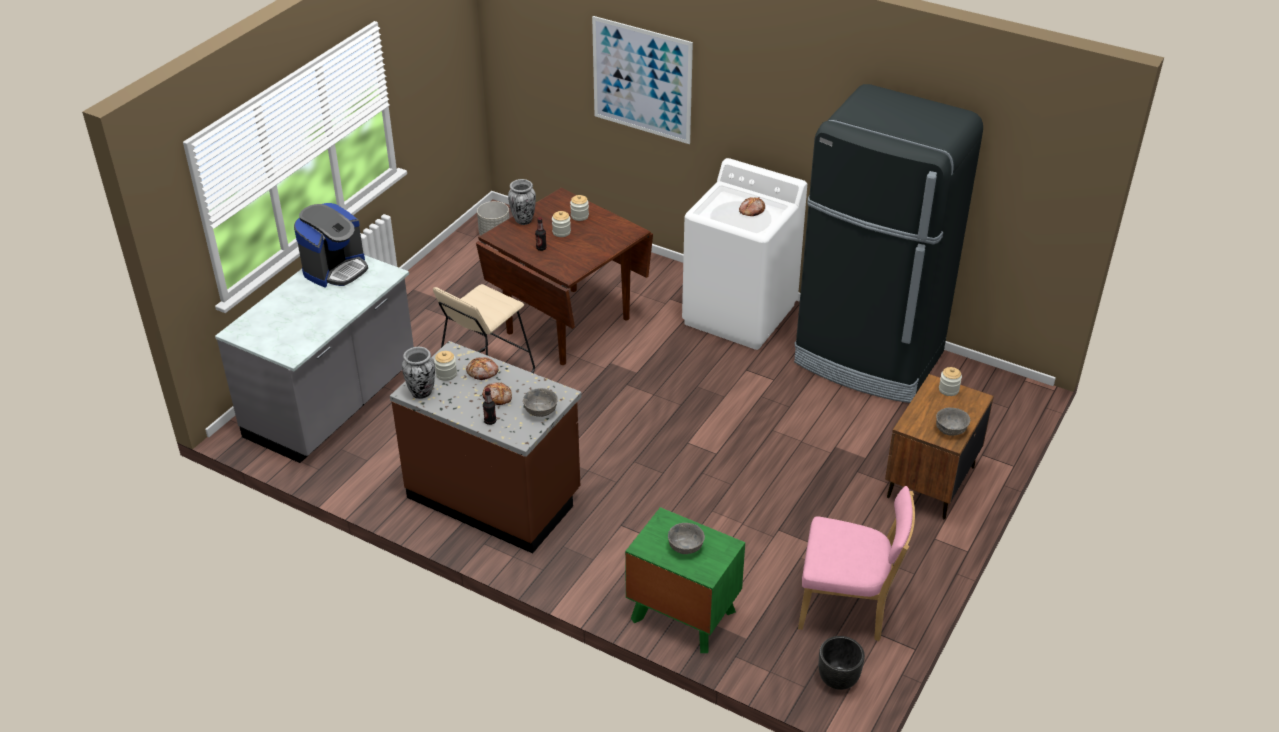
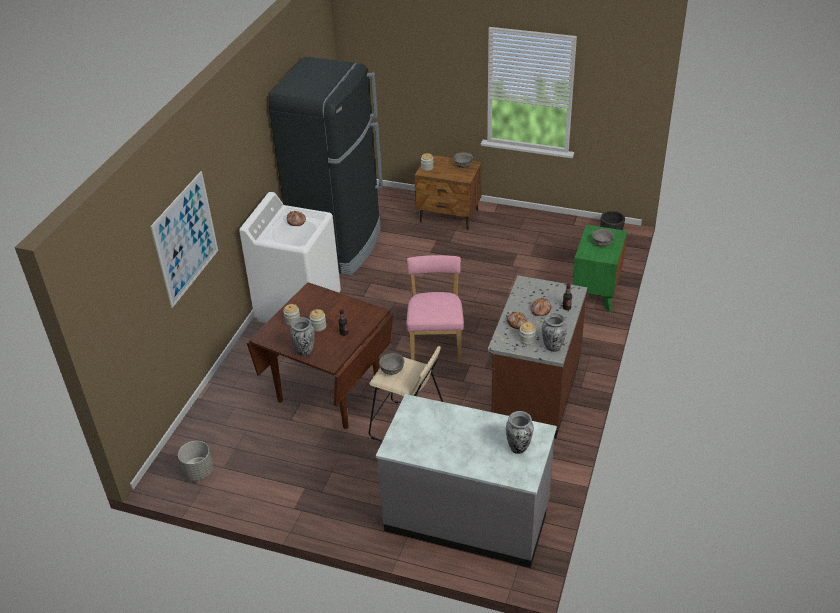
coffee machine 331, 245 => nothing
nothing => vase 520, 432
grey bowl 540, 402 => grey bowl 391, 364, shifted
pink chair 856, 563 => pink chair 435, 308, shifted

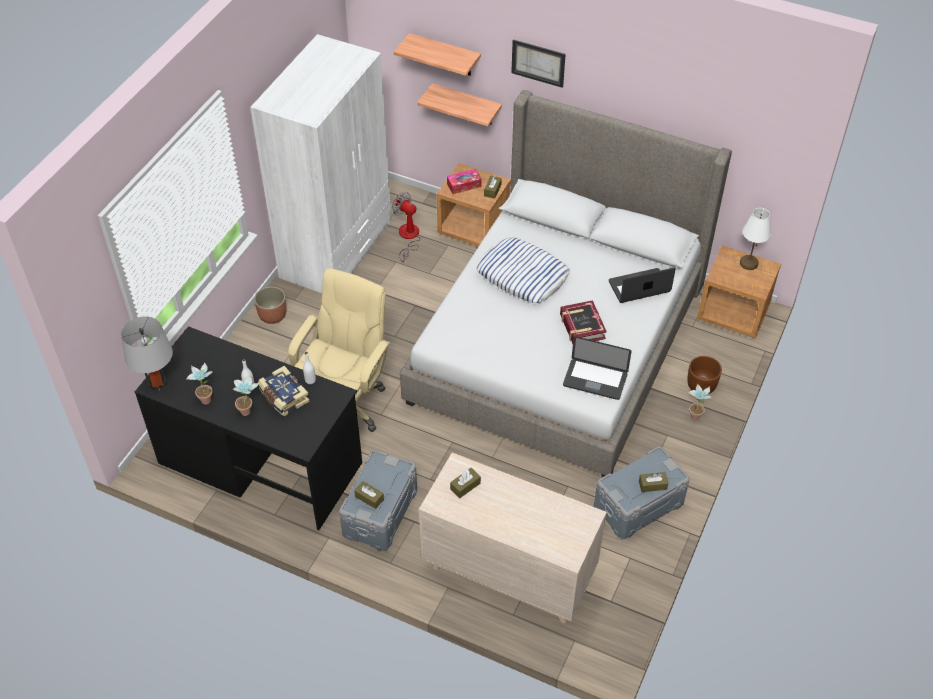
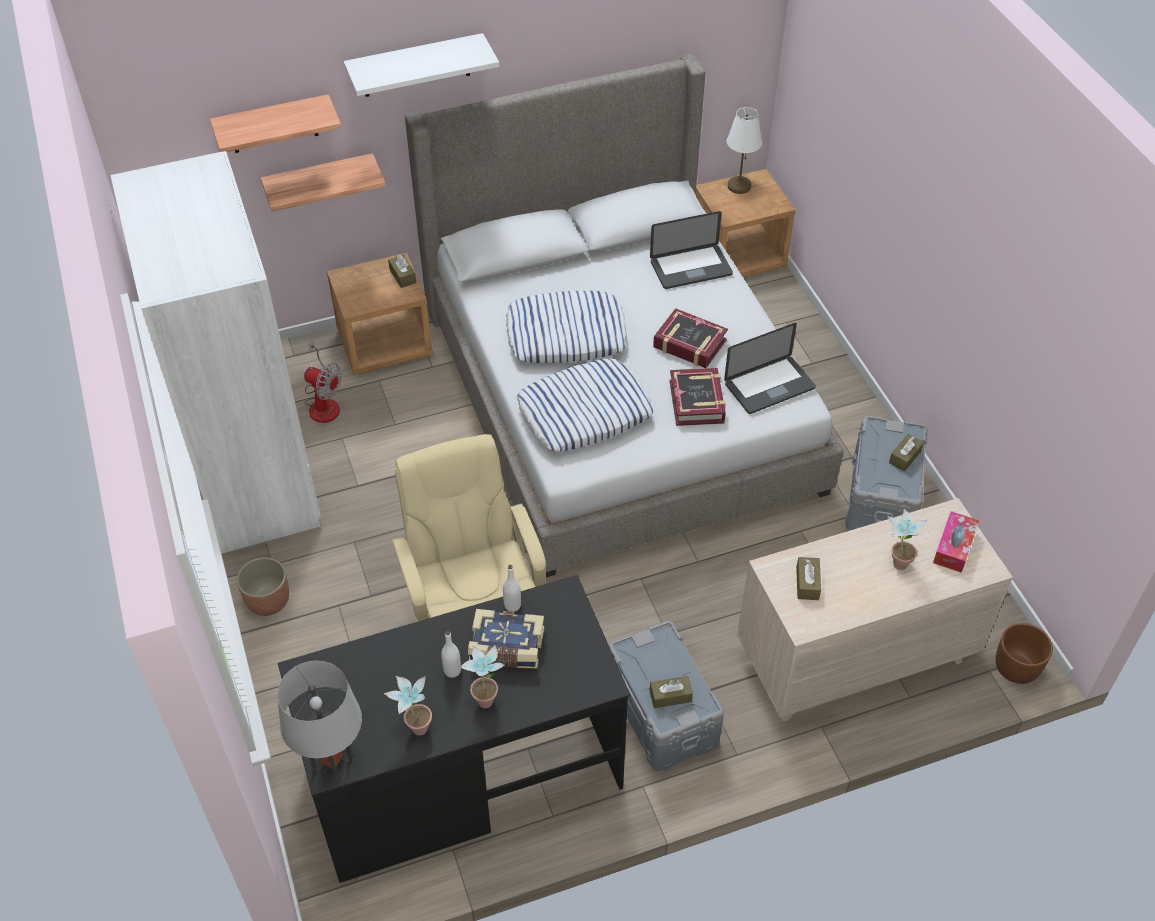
nothing => pillow 585, 405
nothing => book 698, 397
tissue box 464, 181 => tissue box 956, 542, shifted
brown planter 704, 375 => brown planter 1024, 653, shifted
potted plant 700, 402 => potted plant 907, 539, shifted
picture 538, 63 => white shelf 421, 65
fan 406, 227 => fan 322, 381, 150 degrees counterclockwise
laptop 642, 285 => laptop 691, 250, 135 degrees counterclockwise

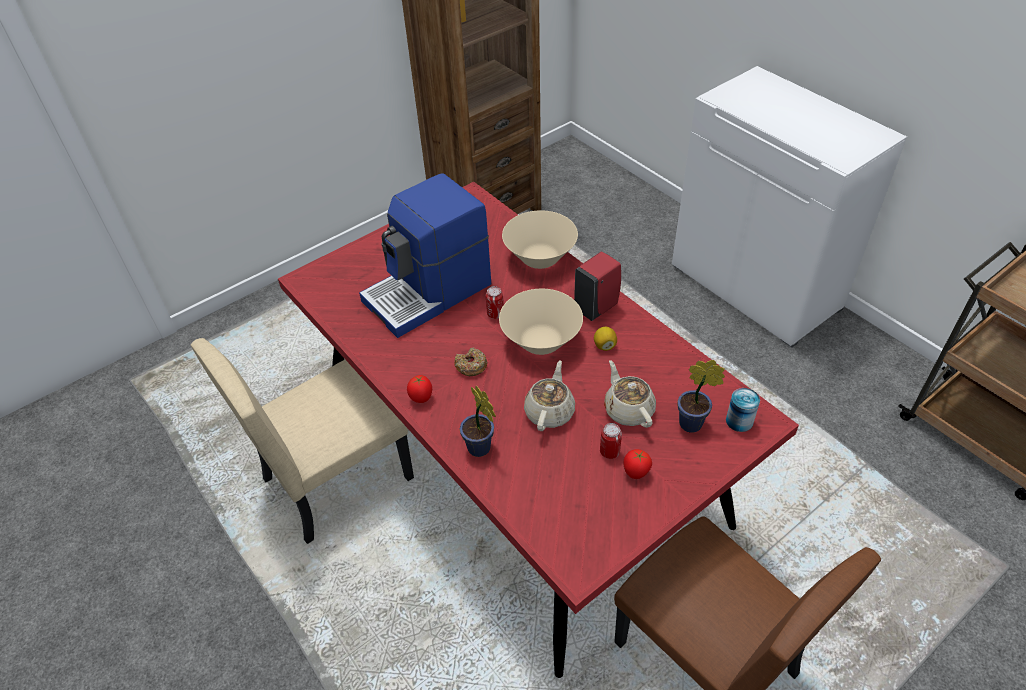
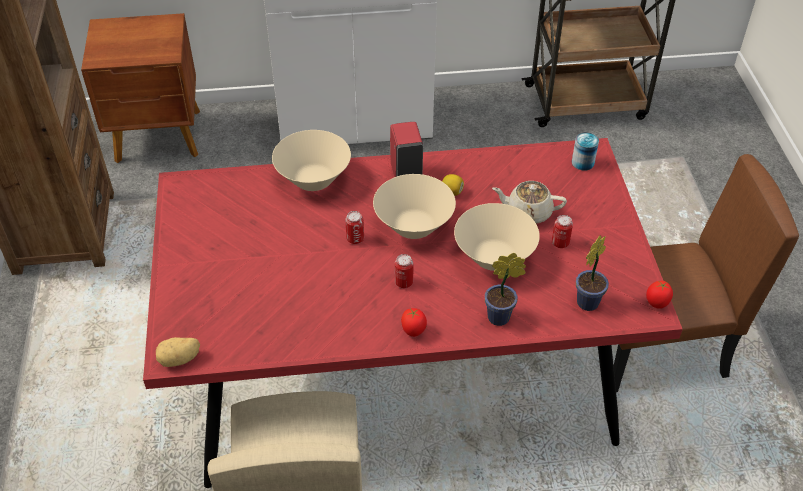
coffee machine 425, 255 => nothing
nothing => brown nightstand 140, 88
nothing => potato 178, 352
tomato 637, 464 => tomato 659, 295, shifted
potted plant 701, 396 => potted plant 592, 273, shifted
donut 470, 362 => can 404, 271
beige teapot 549, 395 => beige bowl 497, 237

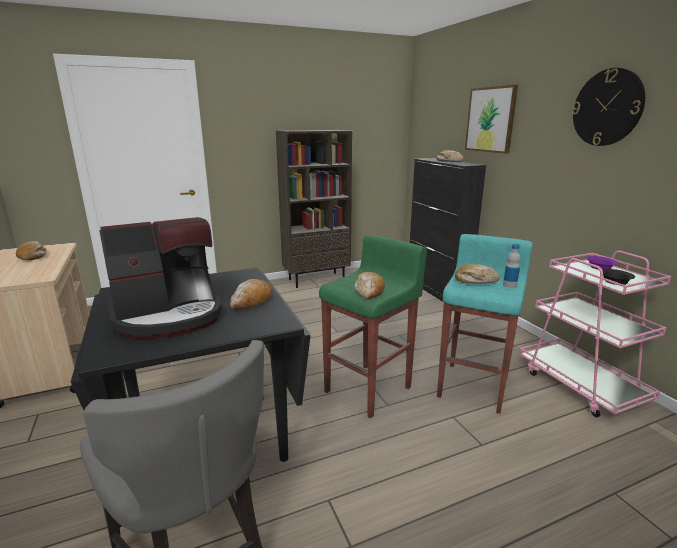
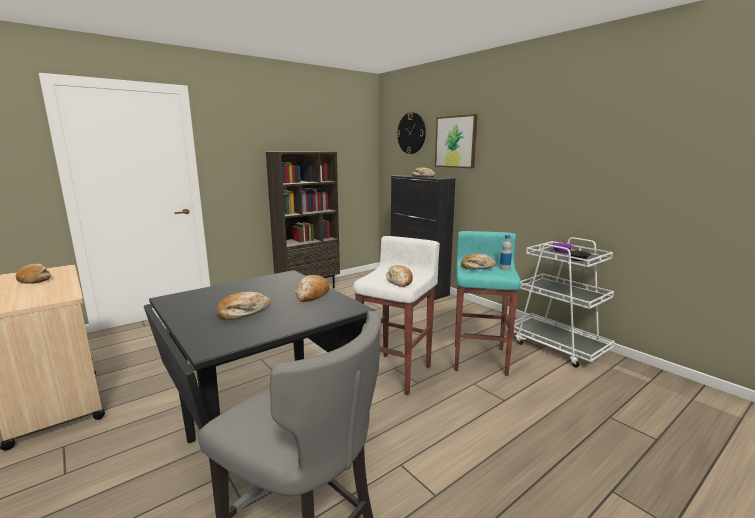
wall clock 608, 107 => wall clock 411, 133, shifted
coffee machine 160, 278 => bread 243, 306
green stool 373, 326 => white stool 396, 315
pink cart 595, 334 => white cart 561, 302

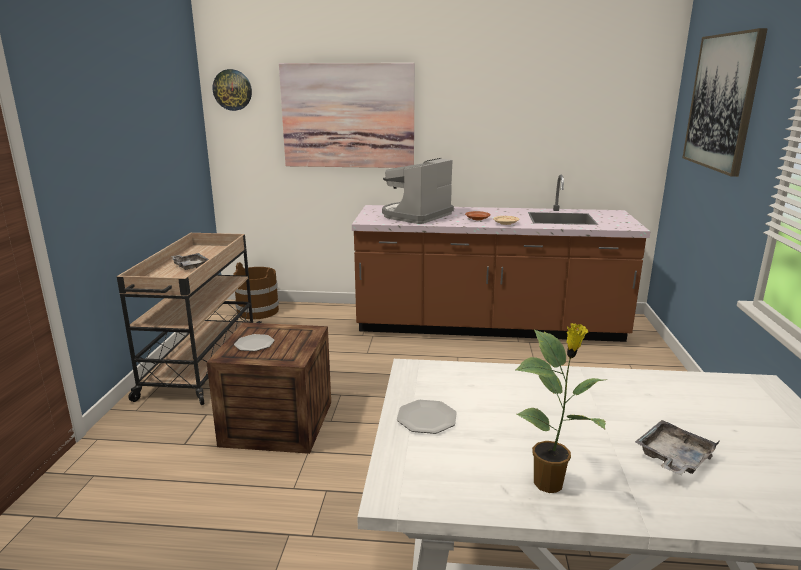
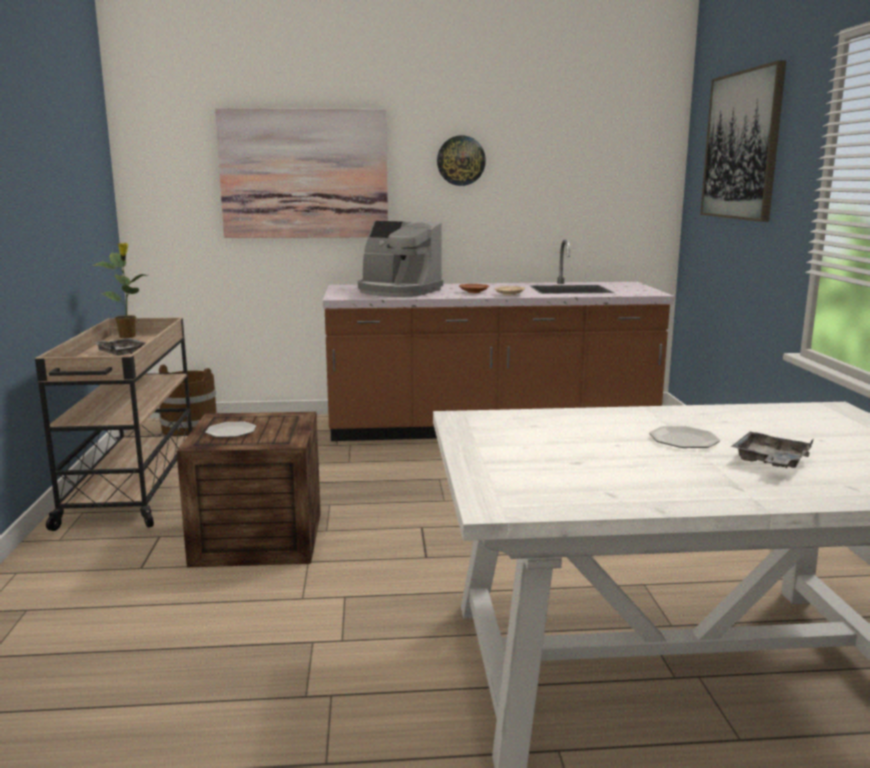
wall clock 232, 90 => wall clock 461, 160, shifted
plate 427, 417 => plate 684, 437, shifted
potted plant 561, 408 => potted plant 120, 290, shifted
coffee machine 418, 191 => coffee machine 400, 259, 90 degrees counterclockwise

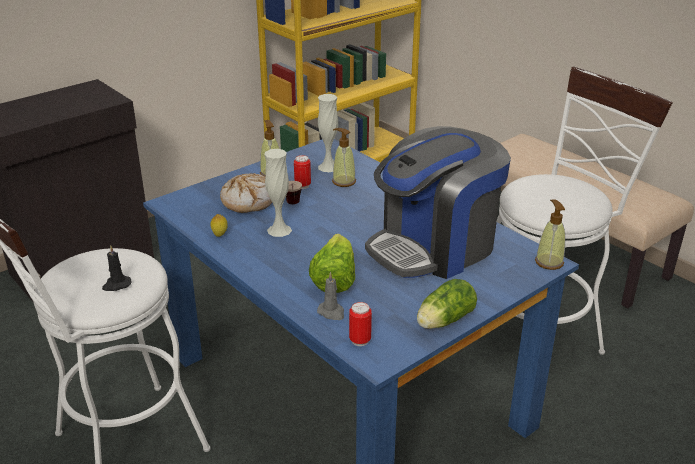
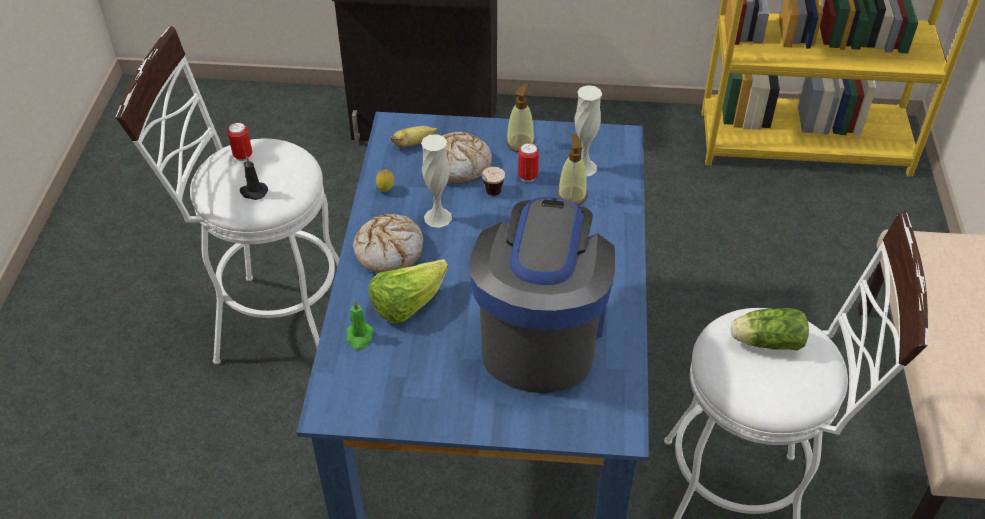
soap dispenser 550, 234 => nothing
nothing => bread 388, 243
nothing => banana 414, 136
can 360, 324 => can 239, 141, shifted
lettuce 447, 304 => lettuce 770, 329, shifted
grey candle 330, 296 => green candle 360, 325
coffee machine 438, 202 => coffee machine 542, 295, 90 degrees clockwise

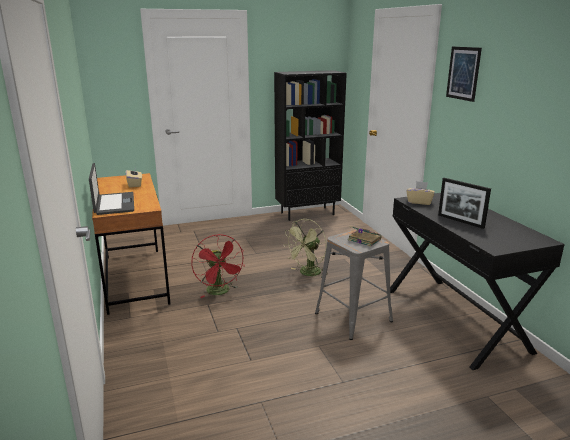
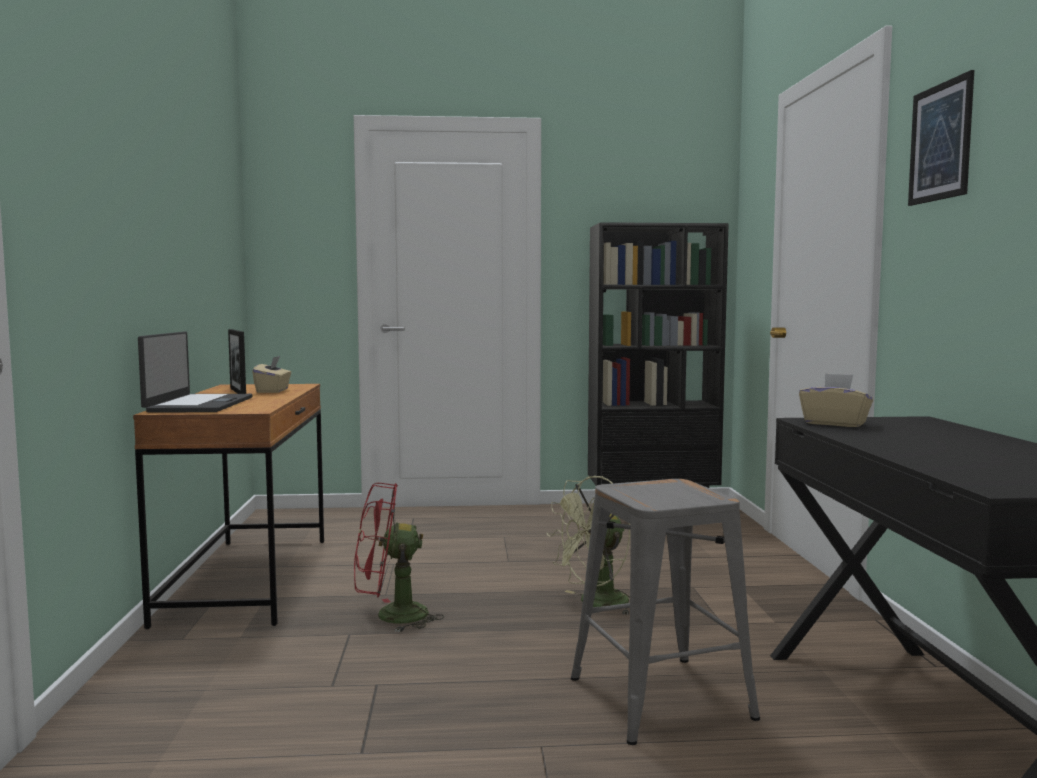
book 364, 236 => nothing
picture frame 464, 203 => picture frame 237, 361, shifted
red fan 218, 266 => red fan 399, 558, 90 degrees clockwise

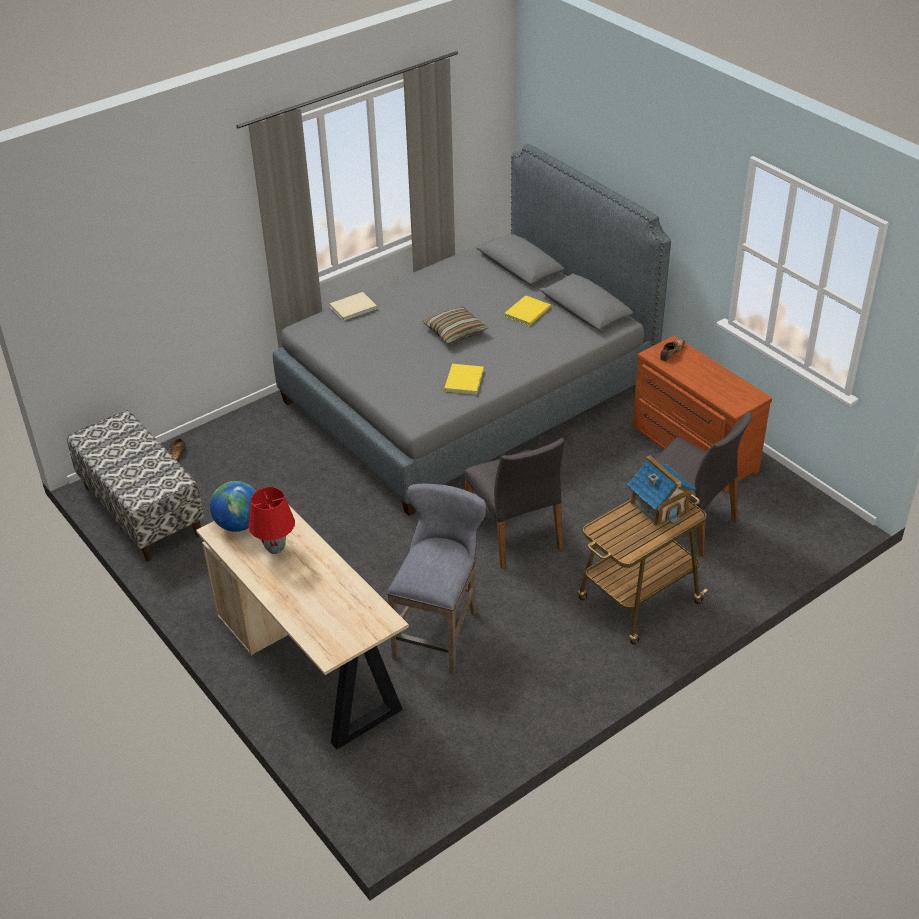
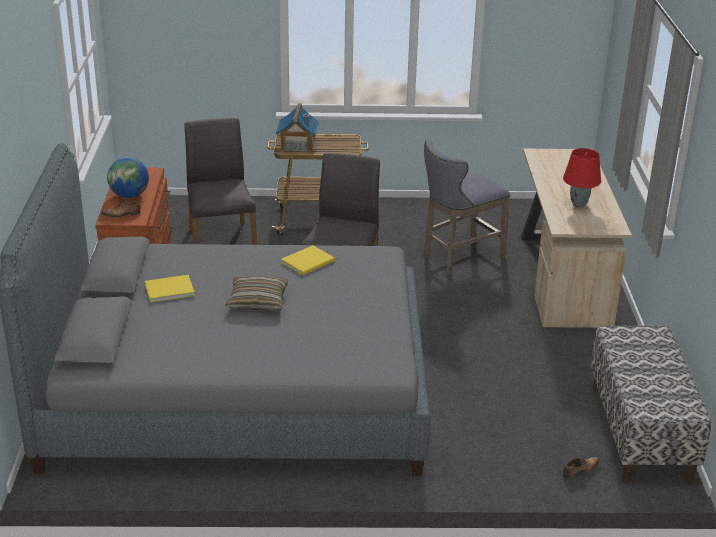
beige book 353, 306 => nothing
globe 233, 506 => globe 128, 177, shifted

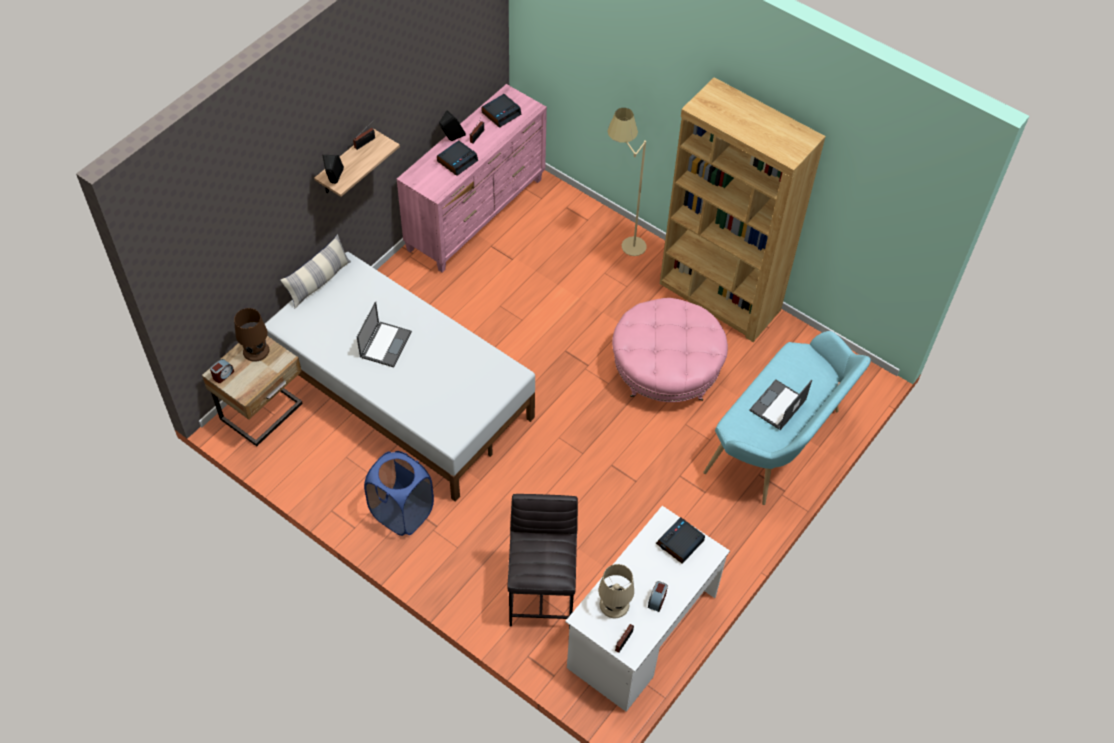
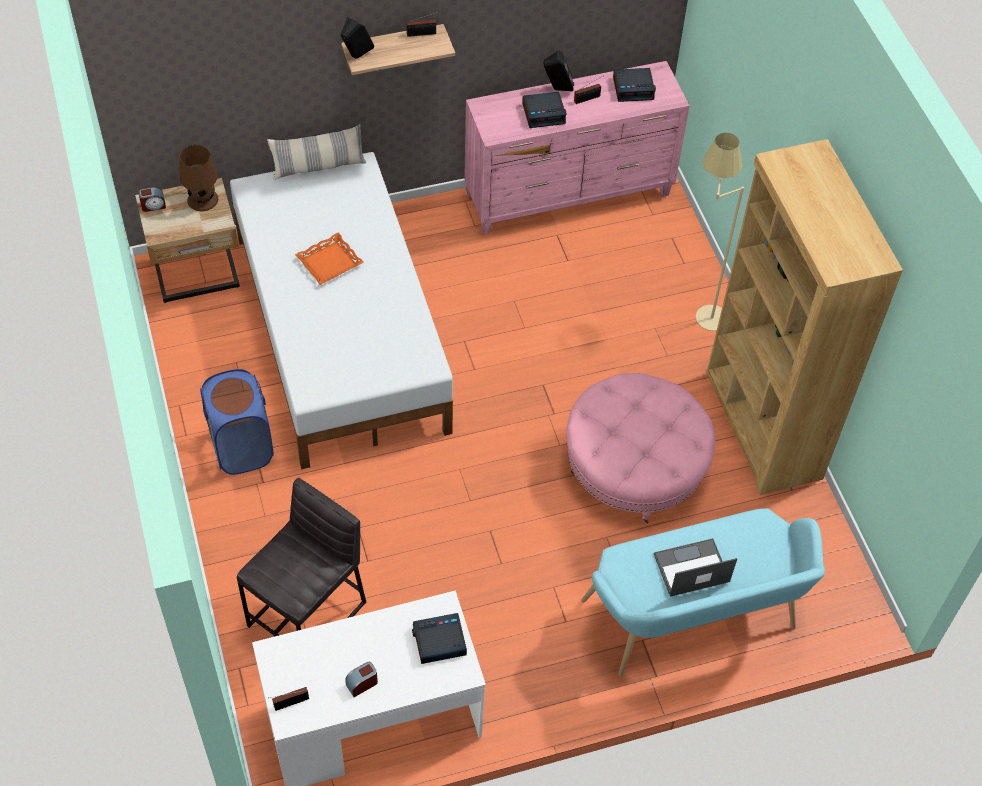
beige table lamp 616, 591 => nothing
laptop 384, 334 => orange tray 329, 258

